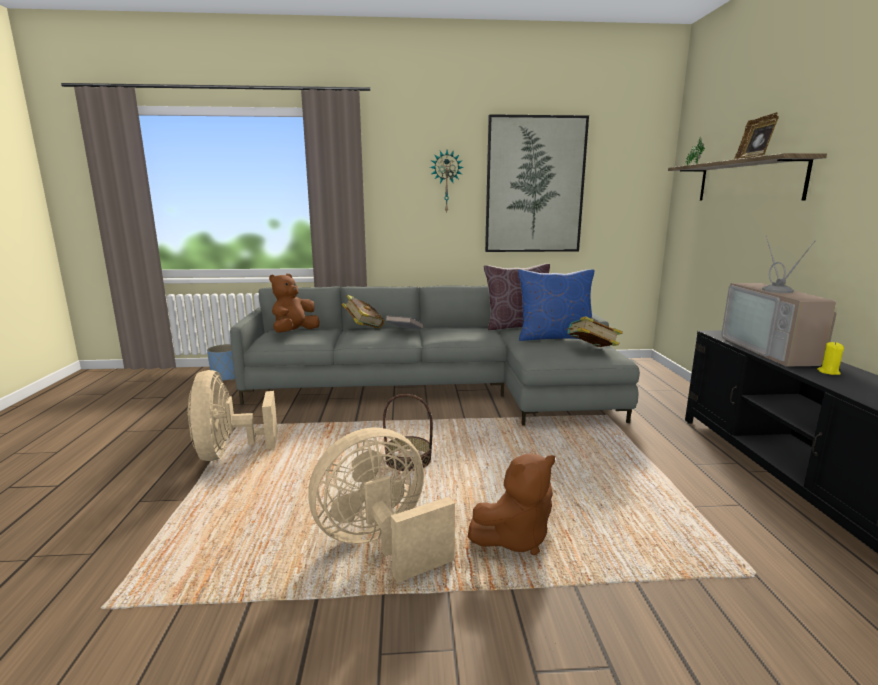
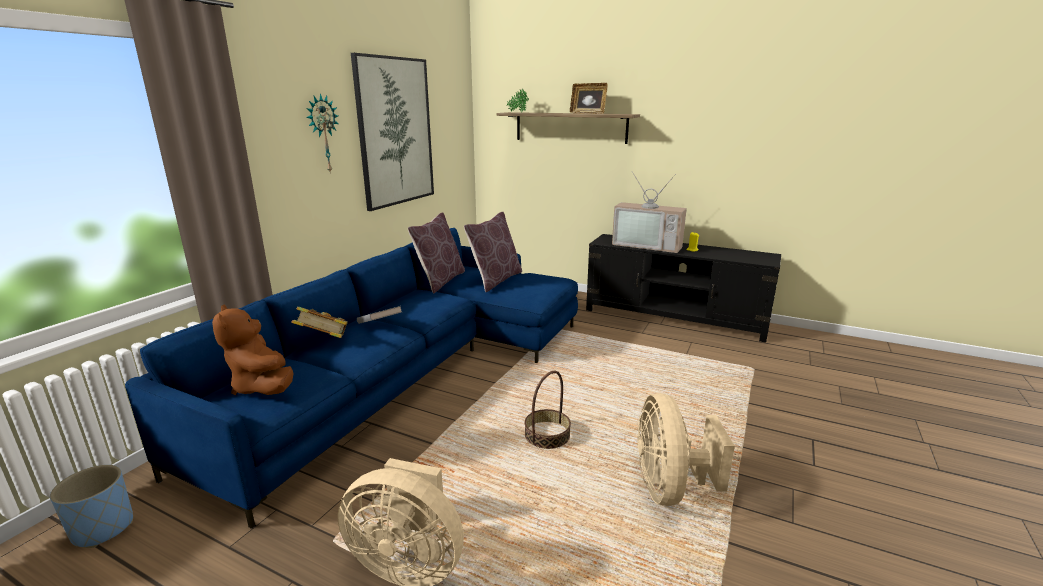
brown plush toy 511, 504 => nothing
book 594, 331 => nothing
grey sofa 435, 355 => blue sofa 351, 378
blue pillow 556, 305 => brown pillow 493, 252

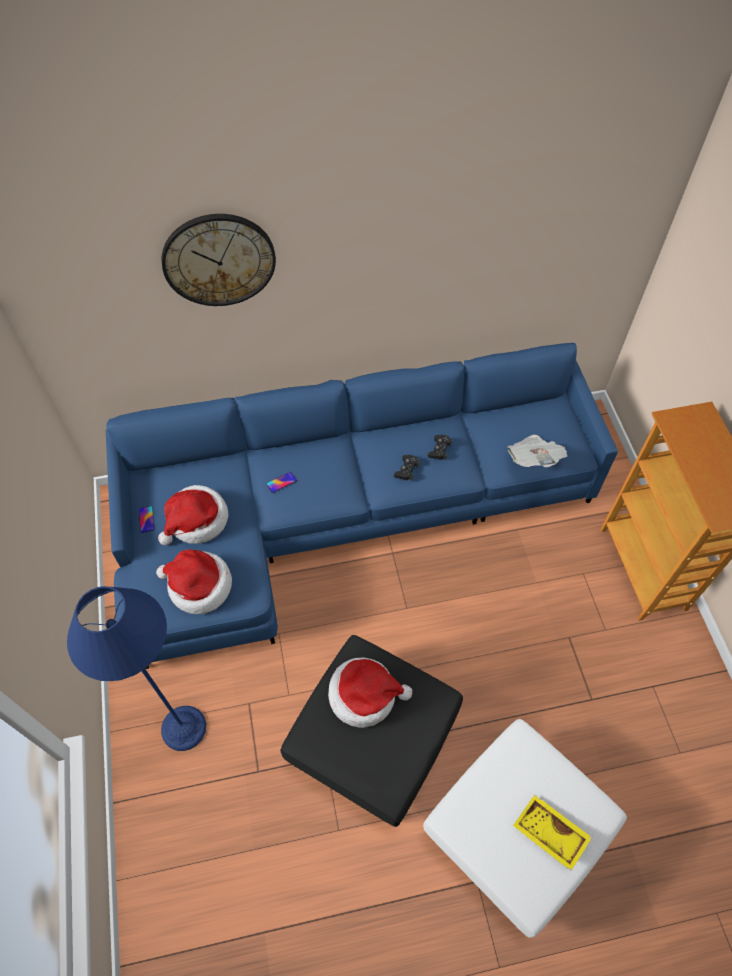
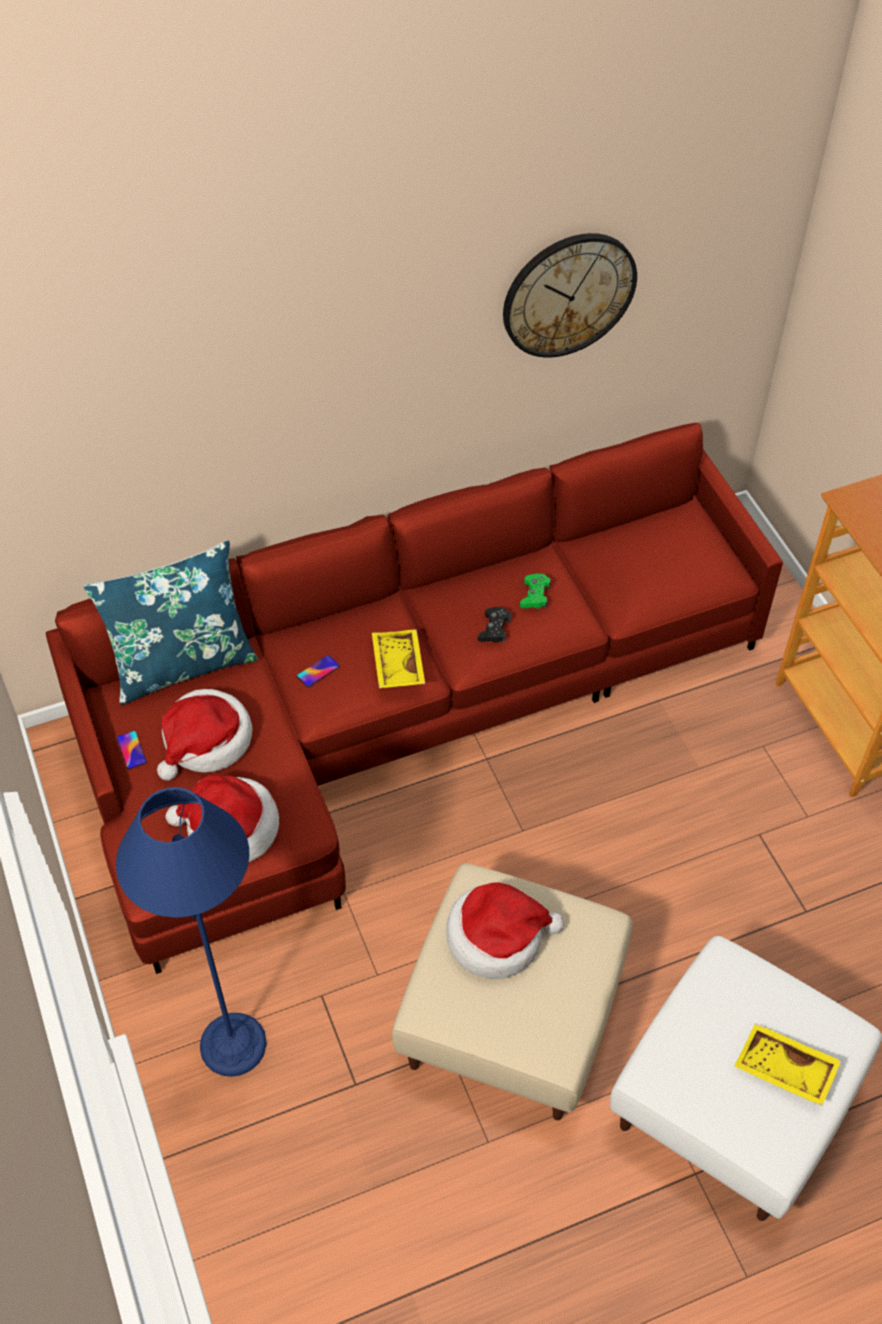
newspaper 537, 451 => nothing
nothing => blue pillow 170, 622
nothing => yellow tray 398, 658
wall clock 218, 260 => wall clock 570, 295, shifted
blue sofa 362, 506 => red sofa 414, 698
black ottoman 371, 731 => beige ottoman 512, 991
black game controller 440, 448 => green game controller 535, 591

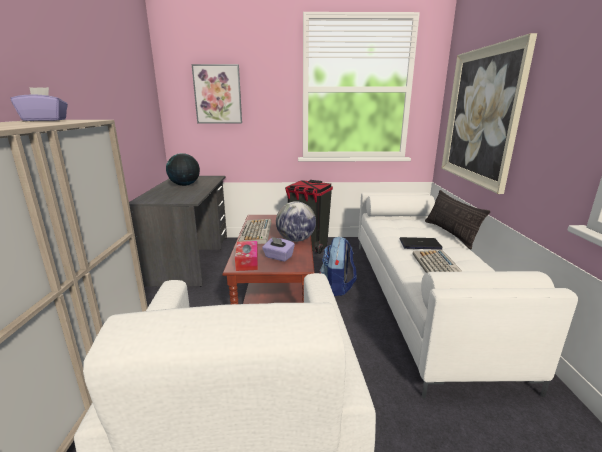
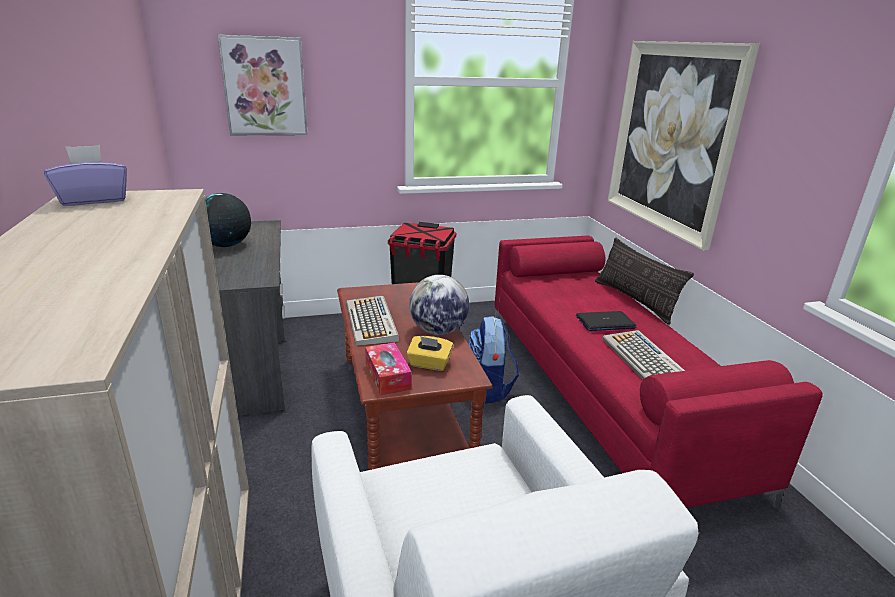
purple tissue box 278, 249 => yellow tissue box 430, 353
white sofa 468, 295 => red sofa 659, 372

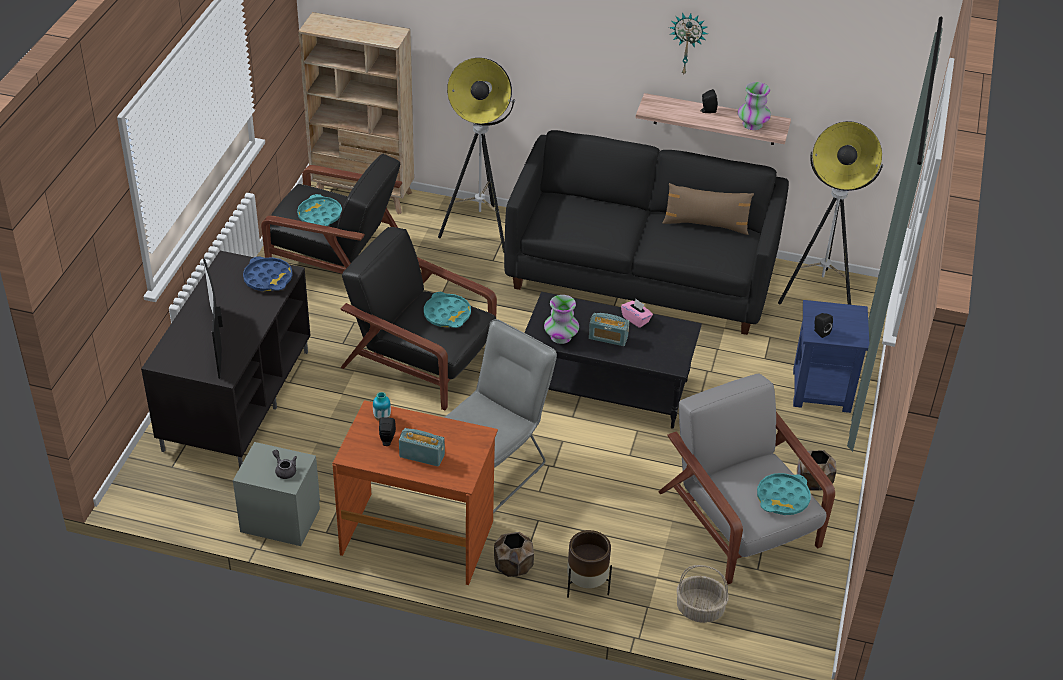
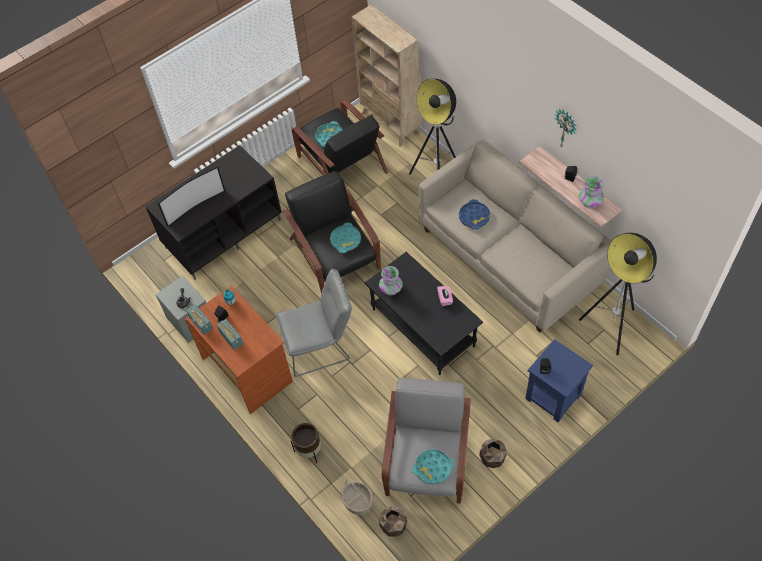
brown pillow 708, 209 => nothing
blue tray 268, 273 => blue tray 474, 214, shifted
brown planter 514, 554 => brown planter 393, 521, shifted
radio 609, 329 => radio 200, 320, shifted
black sofa 646, 232 => beige sofa 515, 236
television 213, 318 => television 191, 196, 150 degrees counterclockwise

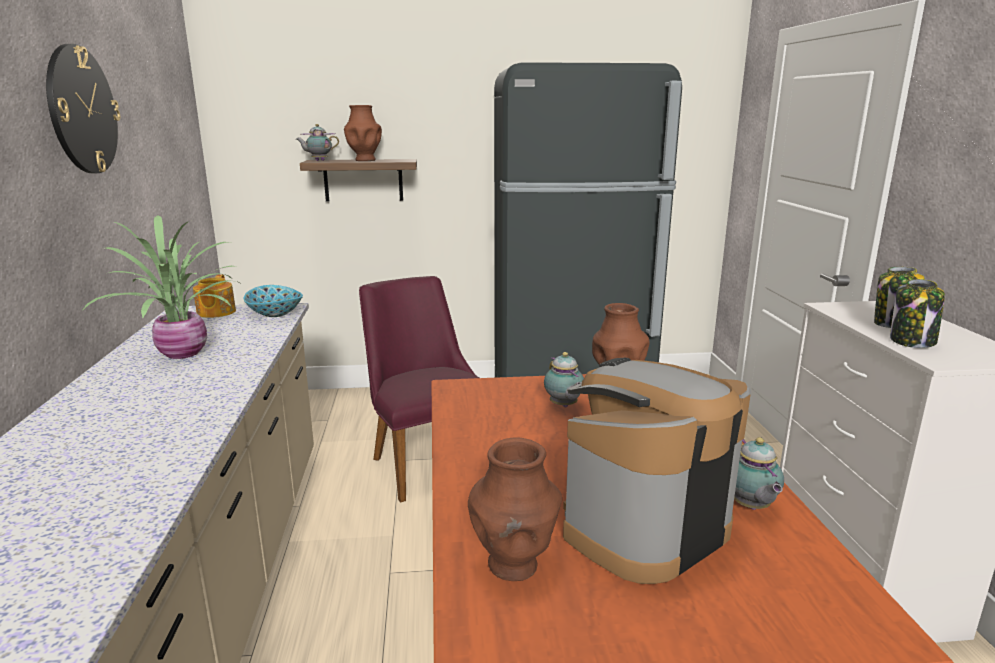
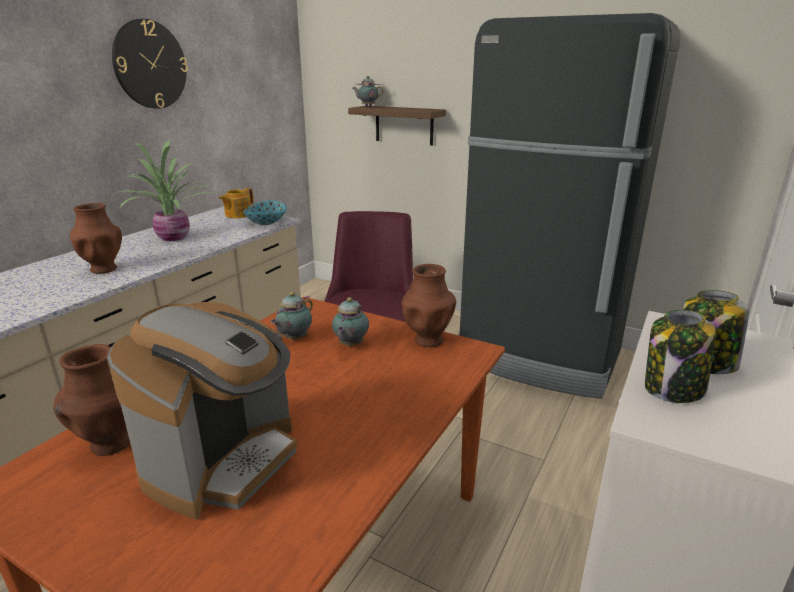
brown vase 363, 133 => brown vase 96, 238, shifted
teapot 759, 473 => teapot 292, 316, shifted
coffee machine 657, 470 => coffee machine 202, 411, 120 degrees clockwise

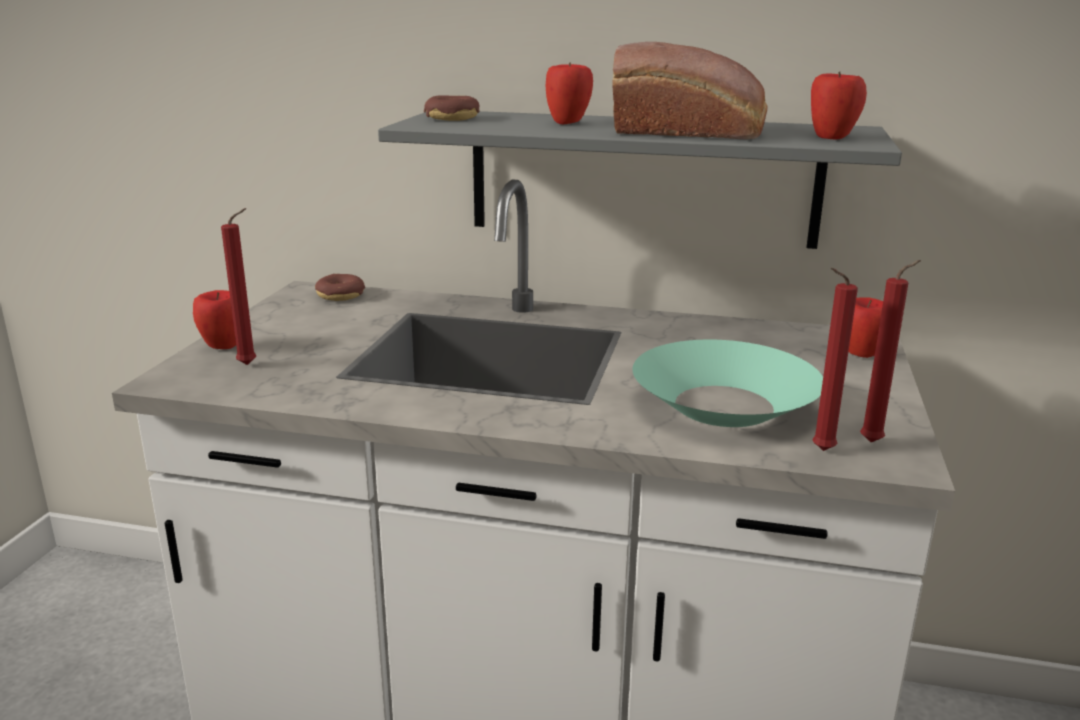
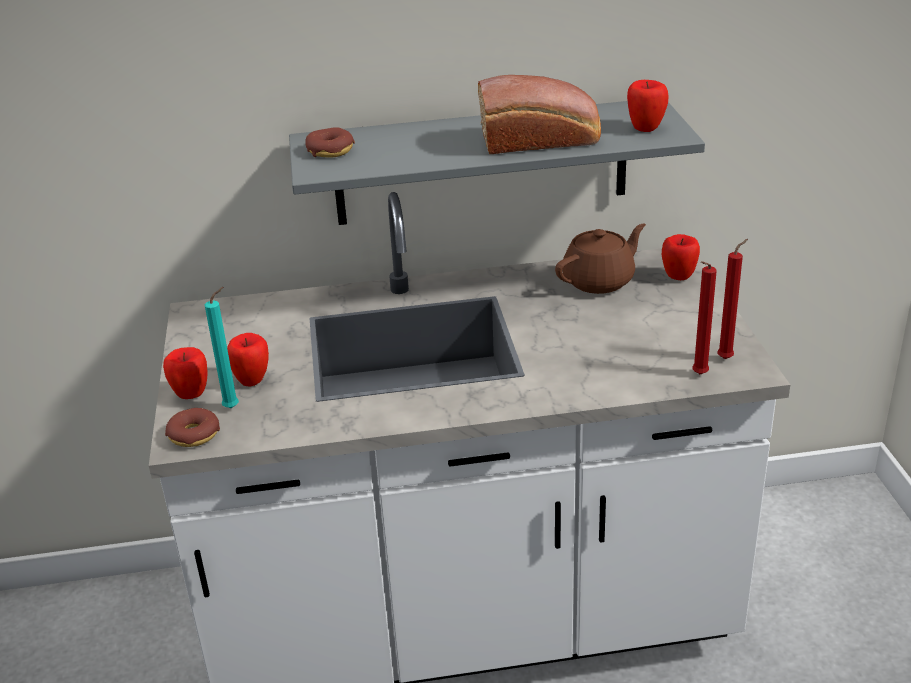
turquoise bowl 728, 383 => nothing
nothing => brown teapot 600, 258
donut 340, 287 => donut 192, 427, shifted
apple 569, 93 => apple 248, 360, shifted
red candle 238, 286 => turquoise candle 222, 347

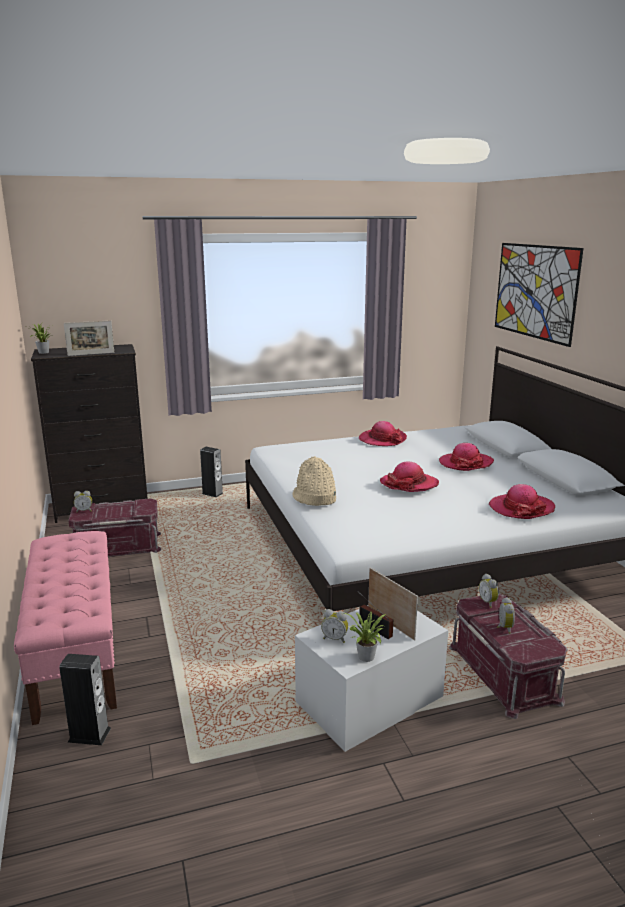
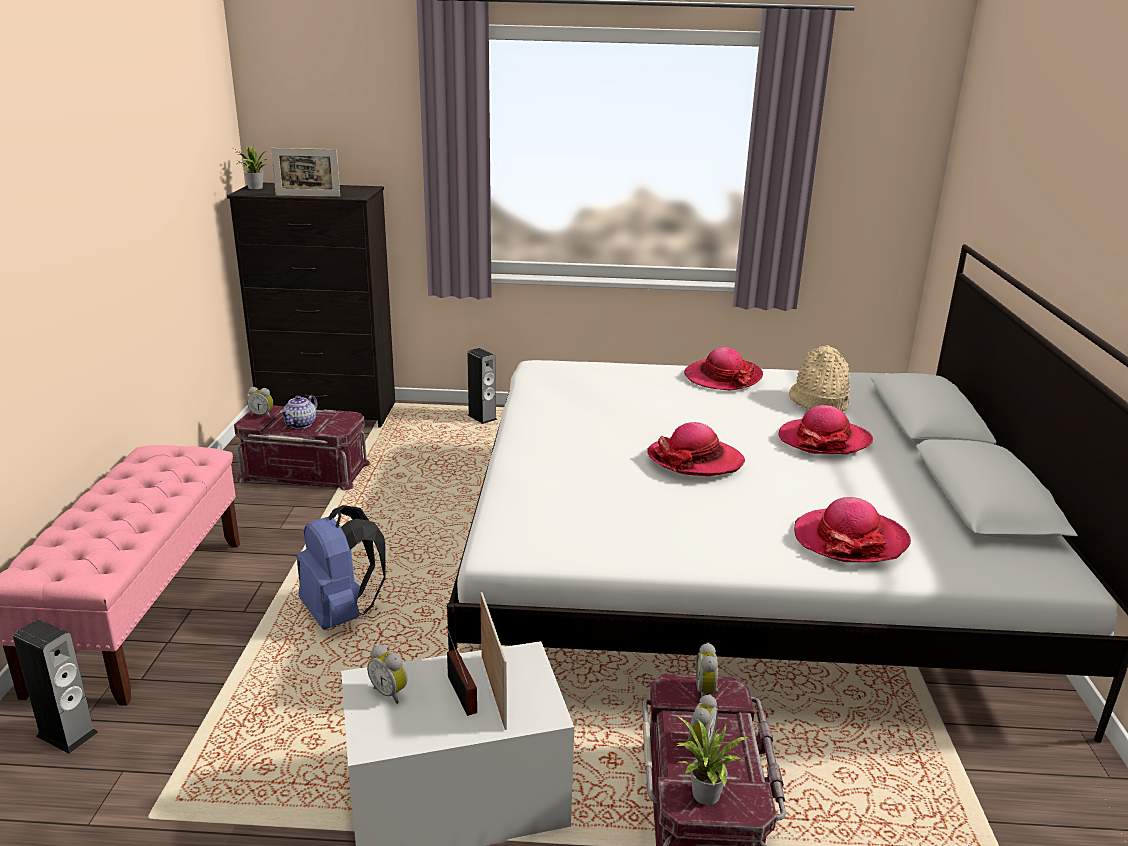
picture 539, 295 => nothing
nothing => teapot 299, 412
nothing => blue backpack 341, 567
beige hat 314, 481 => beige hat 819, 378, shifted
potted plant 365, 637 => potted plant 713, 760, shifted

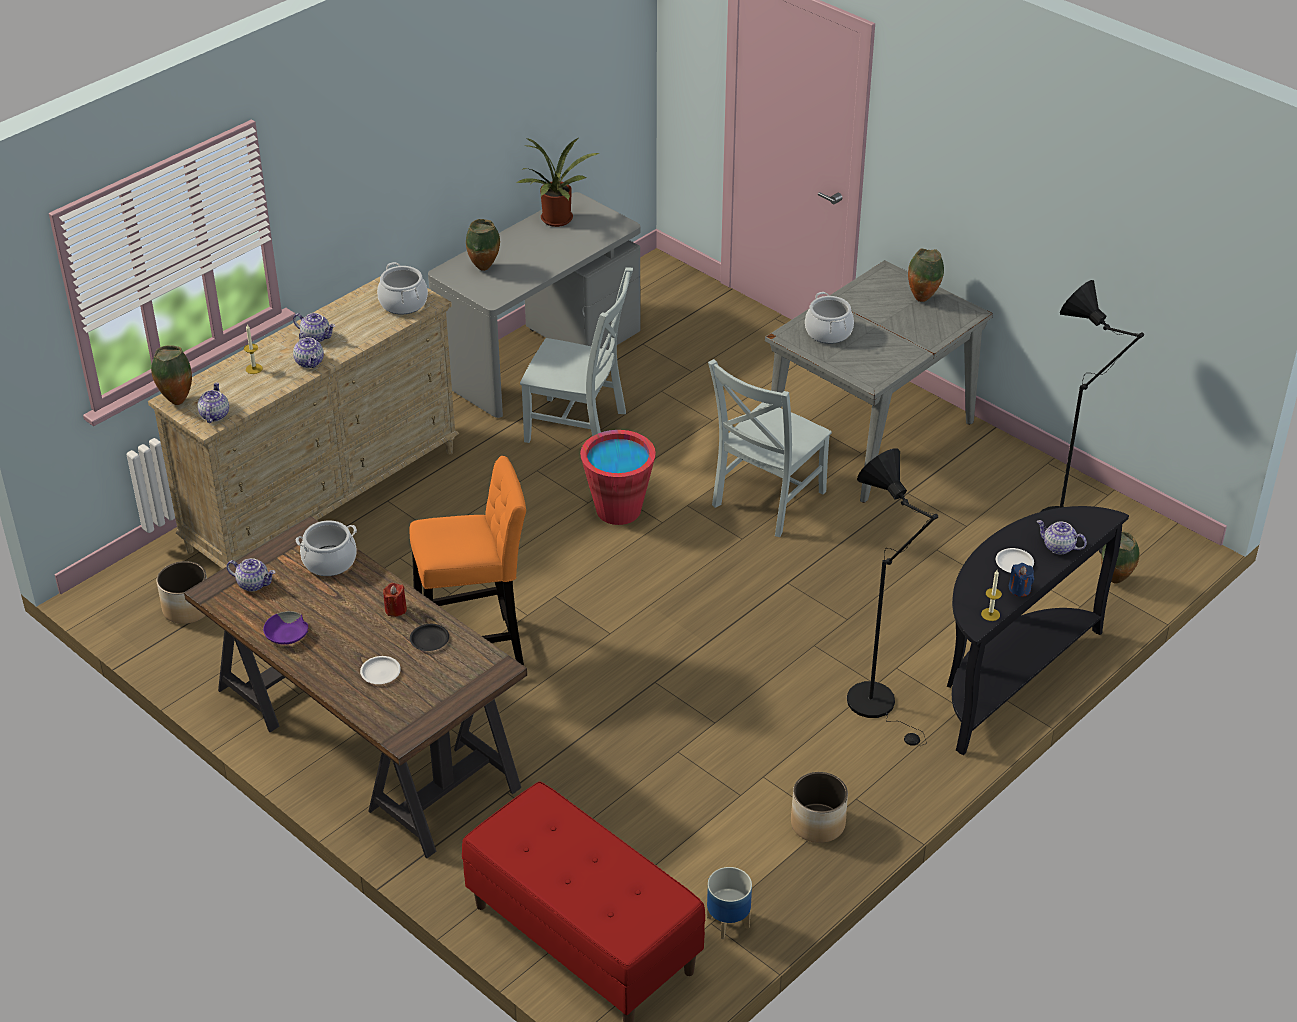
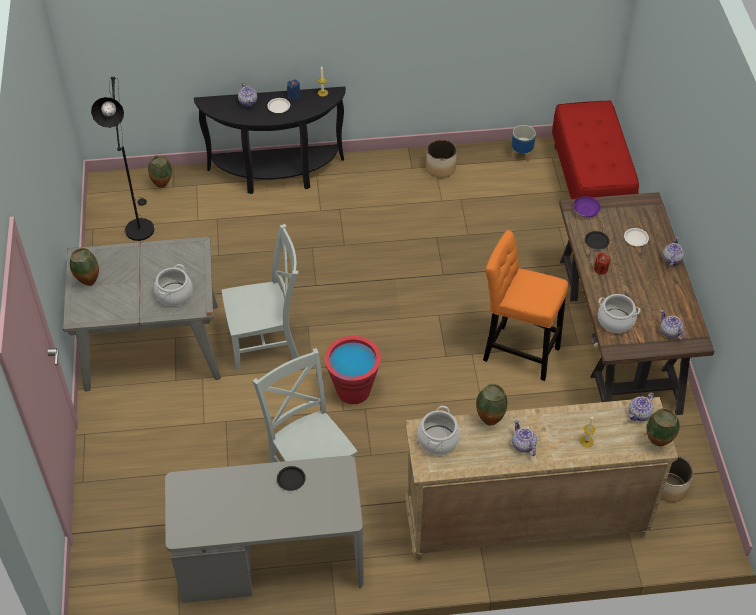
potted plant 557, 182 => nothing
black floor lamp 892, 597 => nothing
nothing => black plate 291, 478
purple bowl 286, 628 => purple bowl 587, 206, shifted
teapot 308, 350 => teapot 673, 252, shifted
vase 483, 245 => vase 491, 405, shifted

